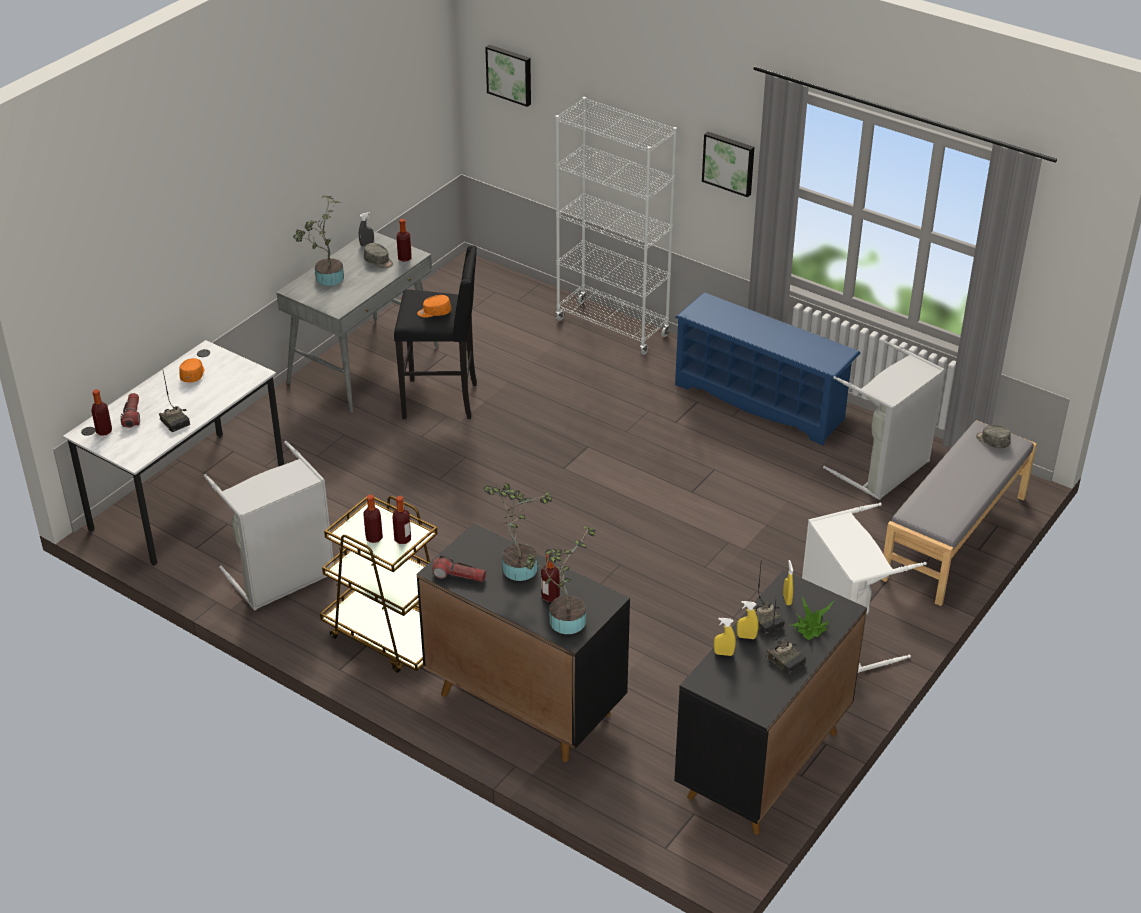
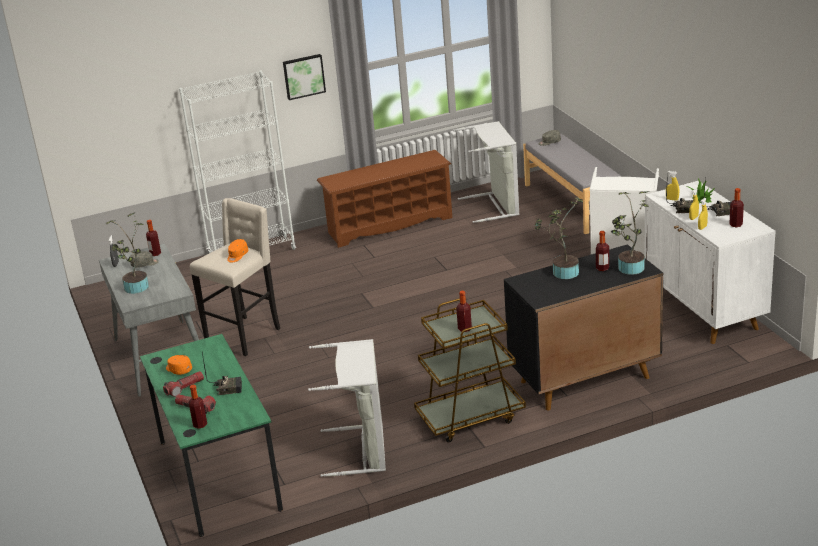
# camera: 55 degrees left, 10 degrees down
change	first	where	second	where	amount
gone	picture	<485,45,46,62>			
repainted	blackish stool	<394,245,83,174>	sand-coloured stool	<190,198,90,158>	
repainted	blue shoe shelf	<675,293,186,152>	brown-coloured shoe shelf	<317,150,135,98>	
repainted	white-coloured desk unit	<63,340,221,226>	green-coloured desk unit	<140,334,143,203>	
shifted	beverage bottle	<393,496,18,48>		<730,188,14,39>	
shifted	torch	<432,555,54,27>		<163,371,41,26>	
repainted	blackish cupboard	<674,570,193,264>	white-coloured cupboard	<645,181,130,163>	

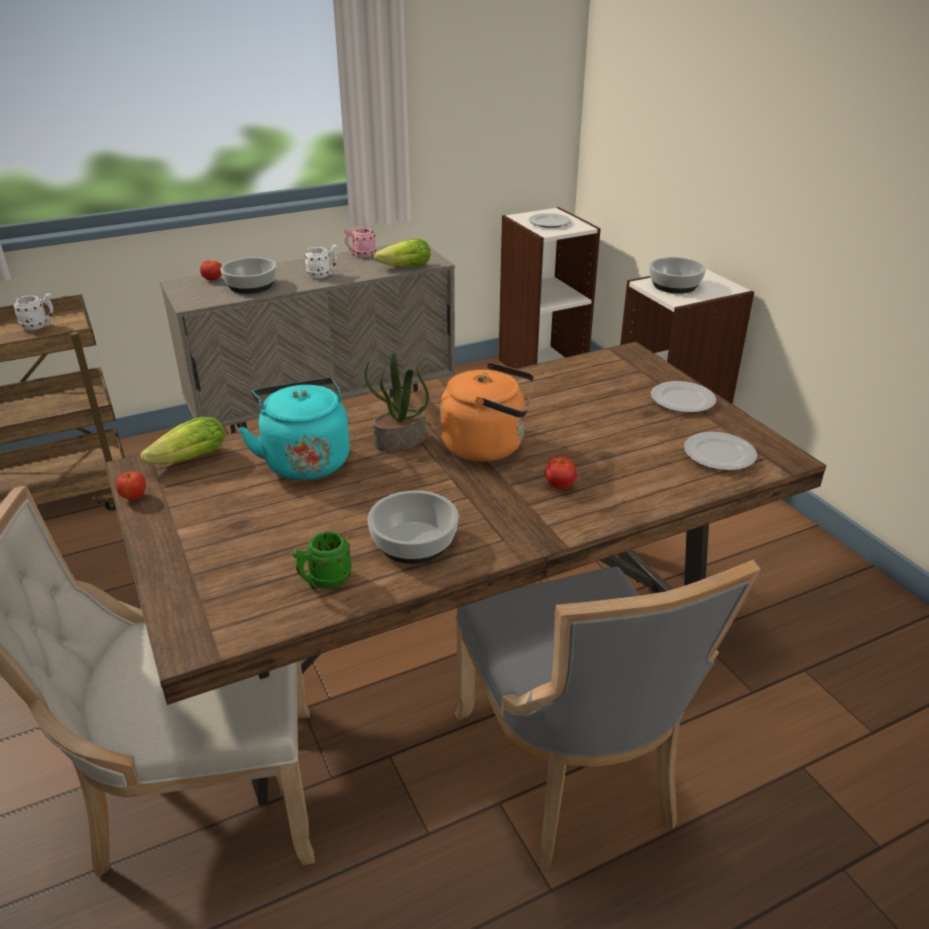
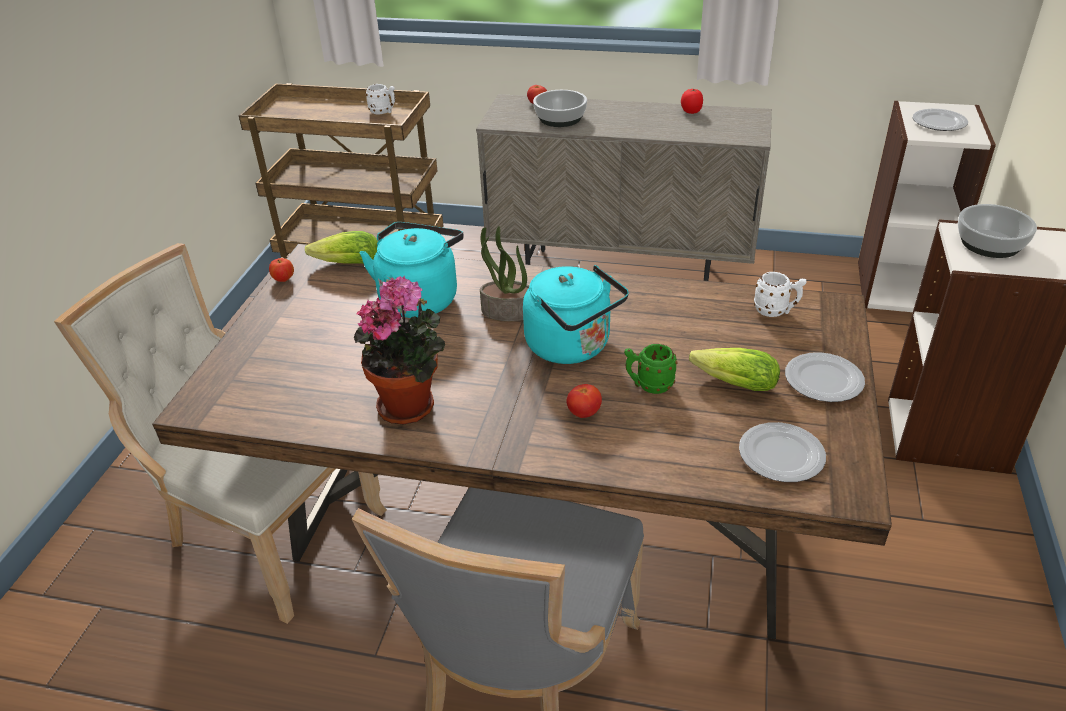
# camera: 40 degrees right, 5 degrees up
change	first	where	second	where	amount
swapped	pink mug	<343,228,33,30>	tomato	<681,89,22,25>	
shifted	head of lettuce	<374,239,57,27>		<689,348,91,43>	
shifted	white-coloured mug	<304,245,33,33>		<754,272,53,45>	
repainted	orangey tea kettle	<440,362,95,100>	blue-green tea kettle	<523,265,106,99>	
swapped	serving bowl	<368,490,90,74>	potted plant	<354,276,91,148>	
shifted	green-coloured mug	<292,531,60,58>		<624,344,53,50>	

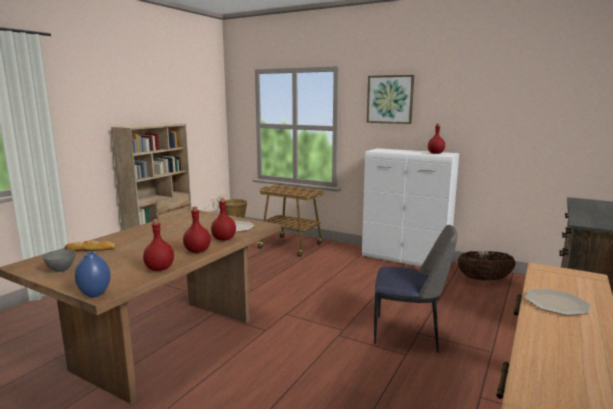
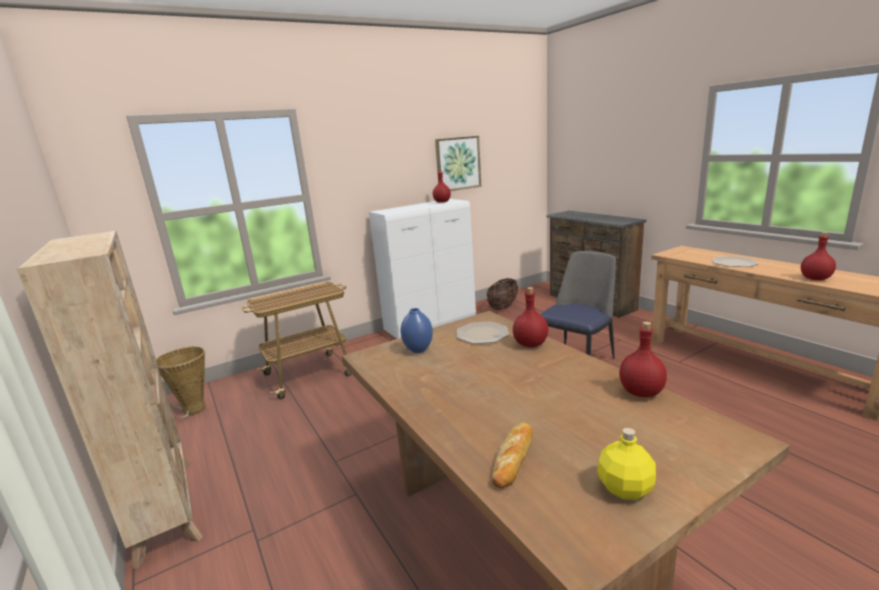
# camera: 60 degrees left, 5 degrees up
change	first	where	second	where	amount
shifted	picture	<367,75,47,49>		<435,136,46,55>	
shifted	red-coloured beverage bottle	<183,206,28,47>		<801,232,35,48>	
swapped	greyish serving bowl	<42,249,34,23>	yellow beverage bottle	<597,428,59,72>	
shifted	blue flower vase	<75,252,36,45>		<400,308,33,45>	

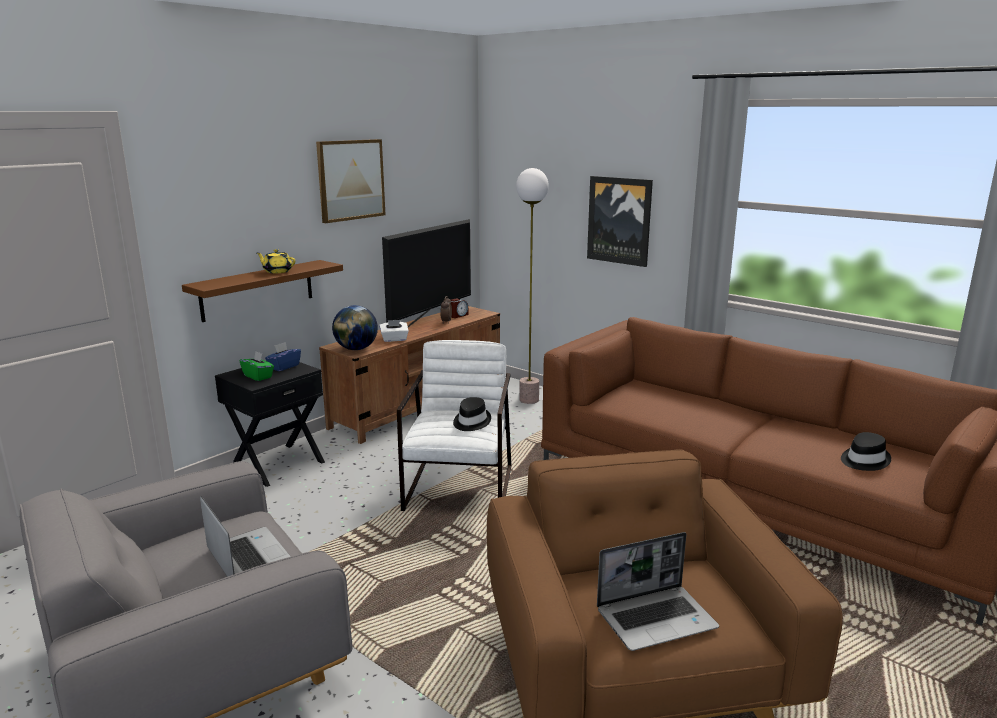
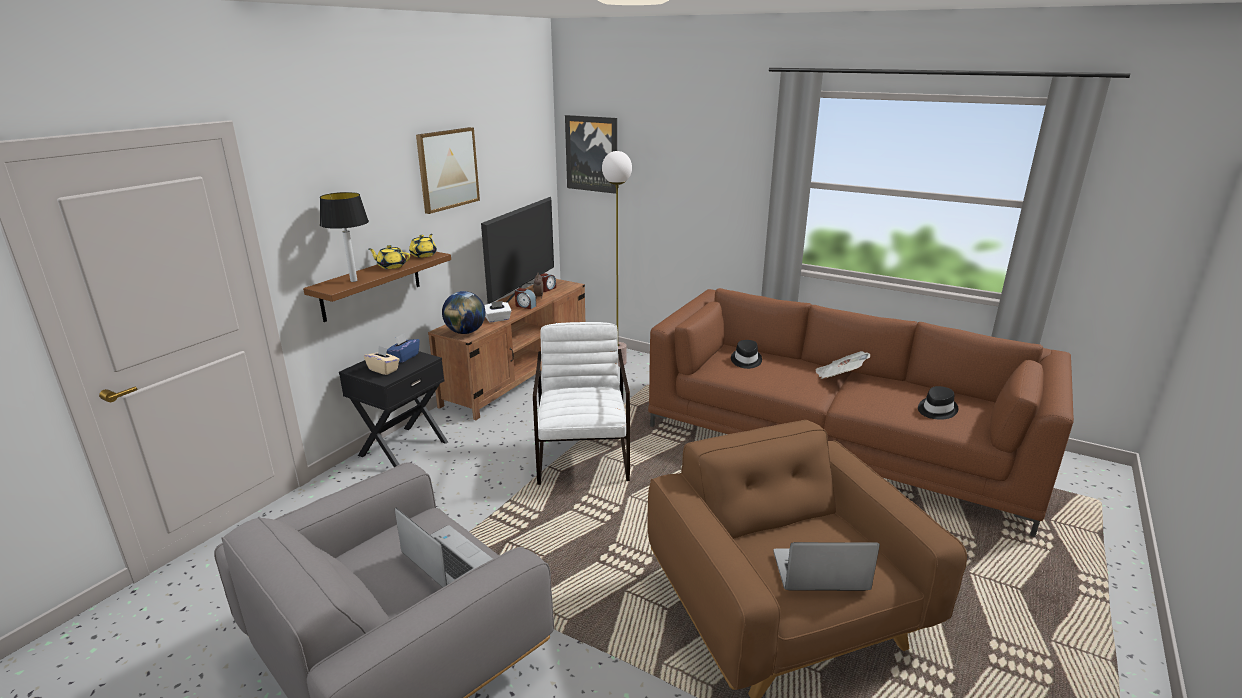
# camera: 10 degrees left, 5 degrees up
change	first	where	second	where	amount
shifted	picture	<587,176,66,91>		<565,115,52,79>	
repainted	green-coloured box of tissues	<240,351,34,30>	sand-coloured box of tissues	<364,346,36,29>	
shifted	blackish wearable hat	<453,397,38,34>		<731,340,31,29>	
rotated	notebook computer	<597,532,122,119>		<773,542,107,49>	150 degrees counterclockwise
new			tabletop lamp	<320,192,49,90>	
new			yellow teapot	<409,234,28,23>	
new			alarm clock	<515,288,21,21>	
new			printed paper	<816,351,54,28>	

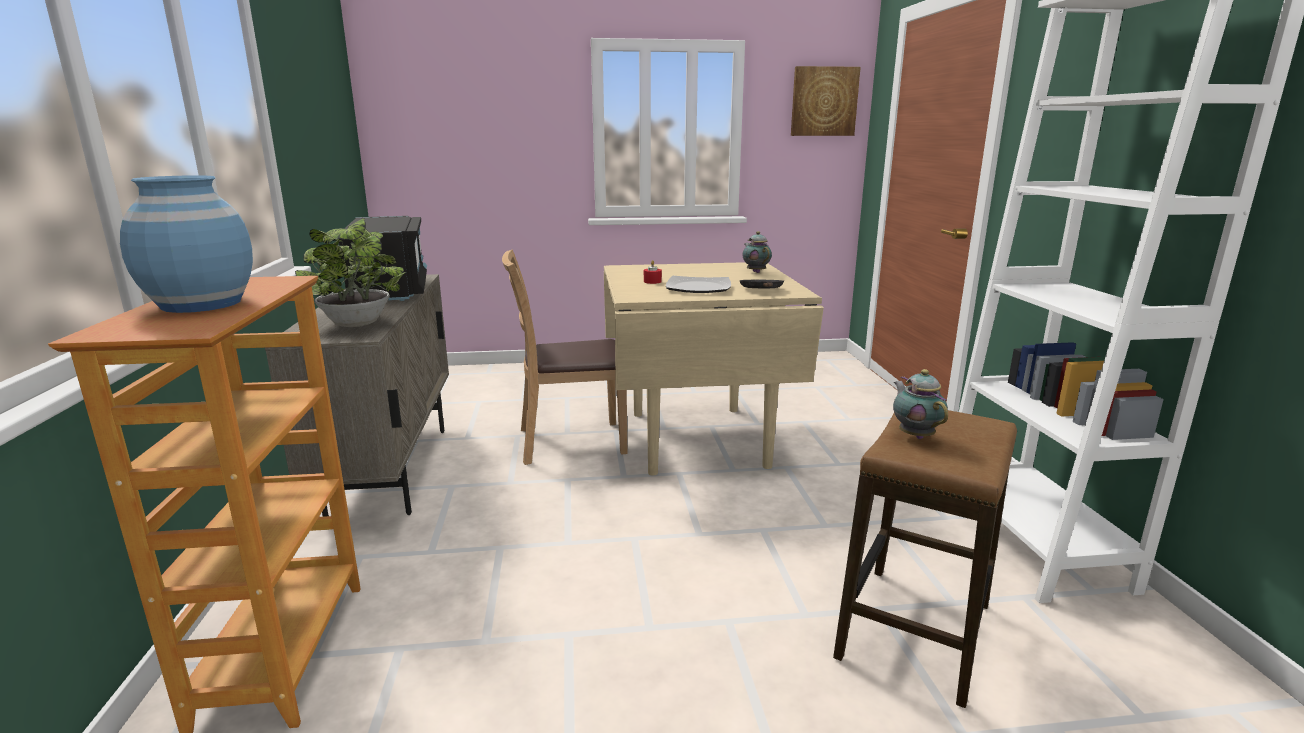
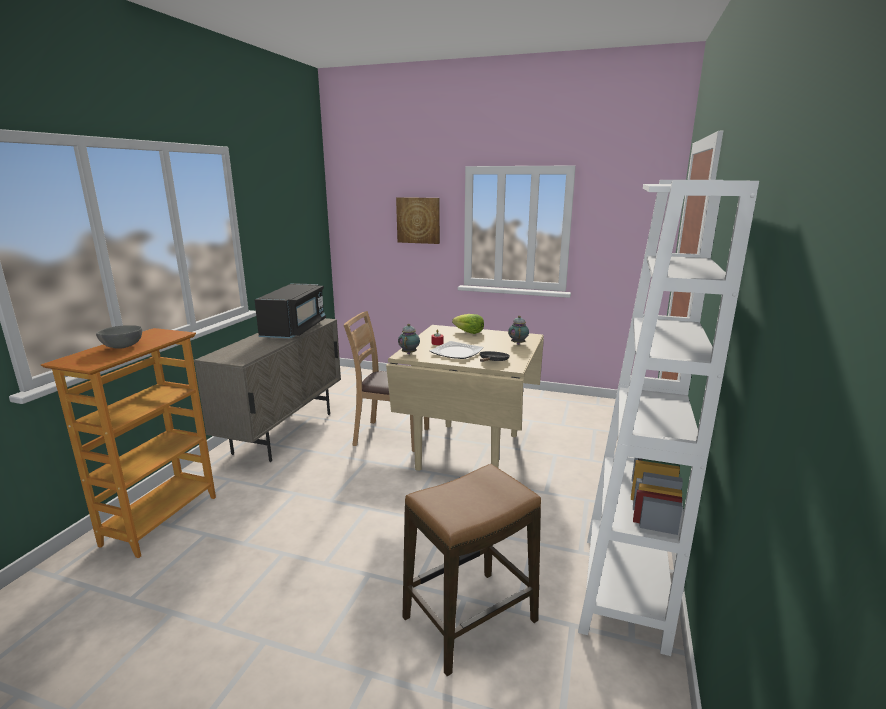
# camera: 25 degrees right, 0 degrees up
change	first	where	second	where	amount
shifted	picture	<791,66,70,70>		<396,197,44,47>	
swapped	blue flower vase	<120,175,133,138>	greyish serving bowl	<96,325,46,24>	
gone	potted plant	<295,218,111,109>			
shifted	teapot	<893,369,55,70>		<398,324,22,30>	
new			head of lettuce	<452,314,32,20>	

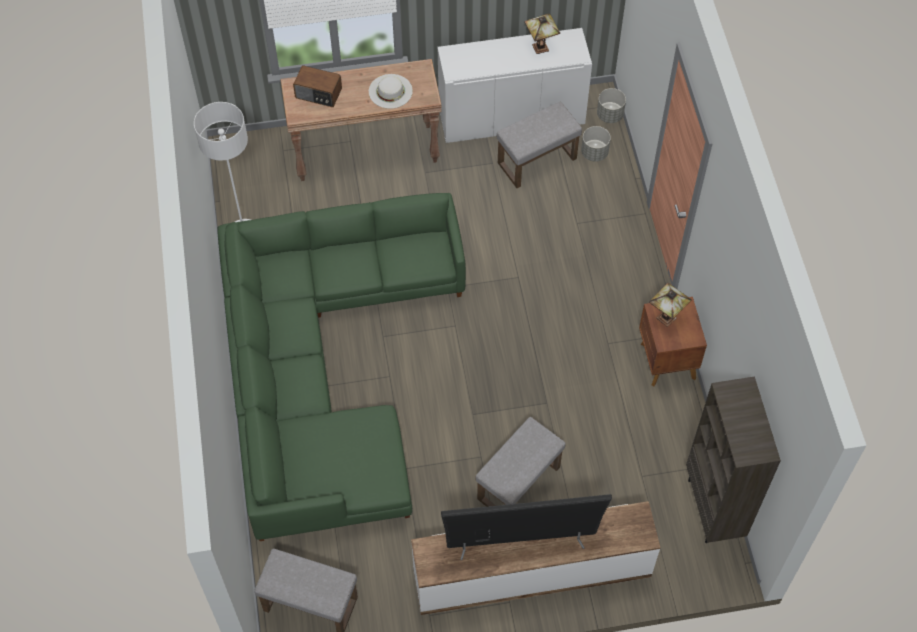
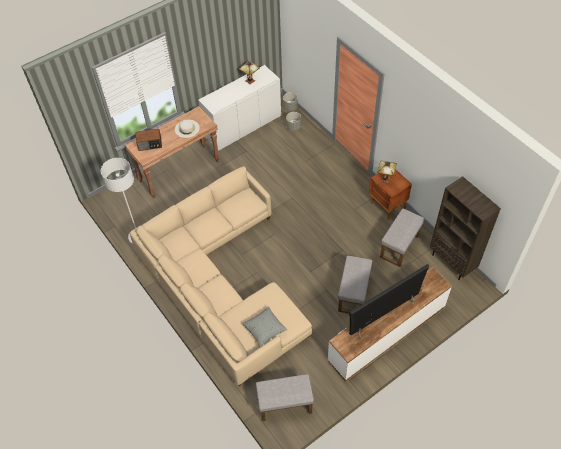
# camera: 25 degrees left, 5 degrees down
change	first	where	second	where	amount
shifted	greyish ottoman	<497,102,85,86>		<380,208,45,59>	
repainted	green-coloured settee	<217,193,249,348>	sand-coloured settee	<130,166,182,220>	
new			greyish pillow	<242,306,45,41>	

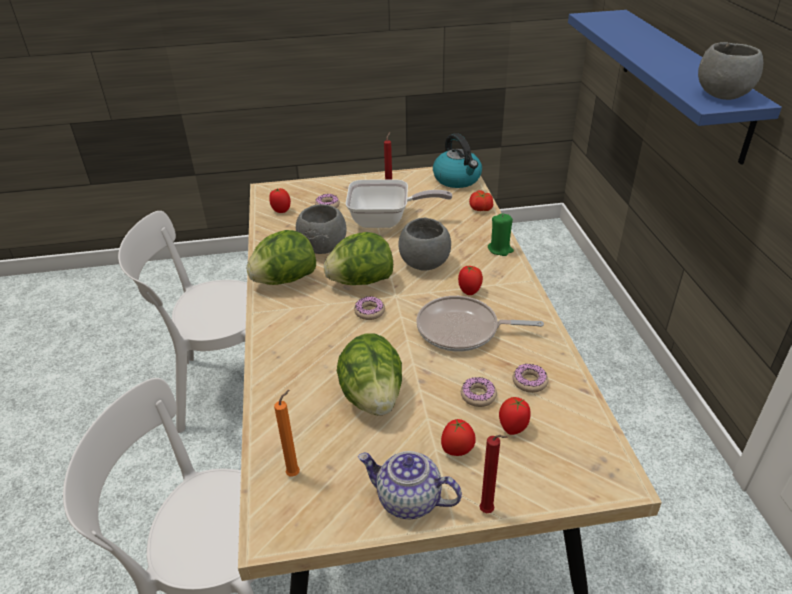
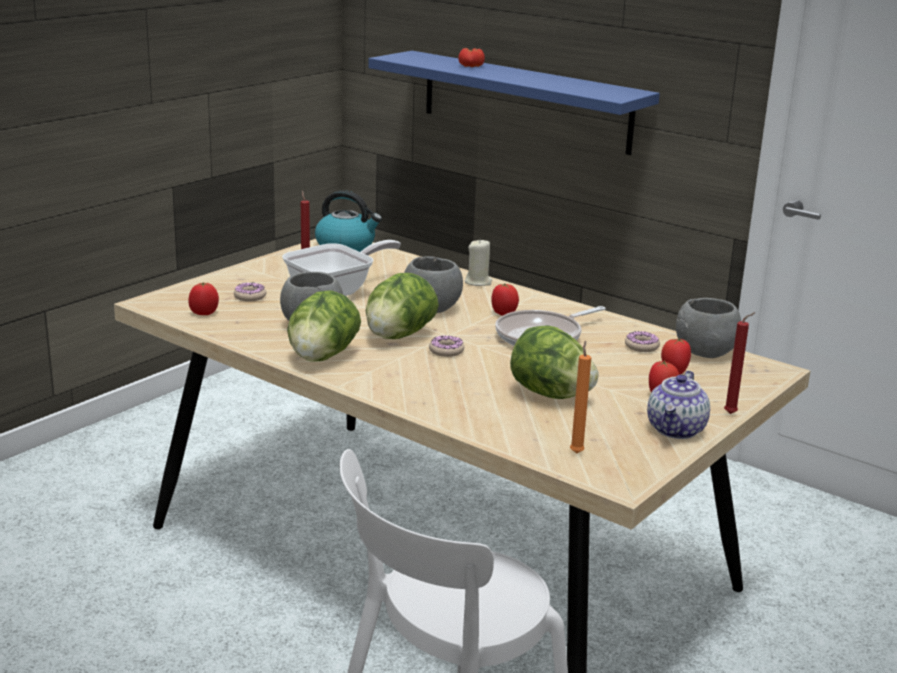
# camera: 45 degrees left, 15 degrees down
change	first	where	second	where	amount
shifted	greyish serving bowl	<698,42,65,58>		<676,298,65,60>	
shifted	tomato	<469,190,24,21>		<458,48,27,19>	
gone	white-coloured chair	<118,211,129,222>			
repainted	green-coloured wax candle	<488,213,26,43>	sand-coloured wax candle	<465,239,27,47>	
gone	donut	<461,377,36,30>			
rotated	teapot	<358,451,104,68>		<647,371,63,68>	45 degrees counterclockwise

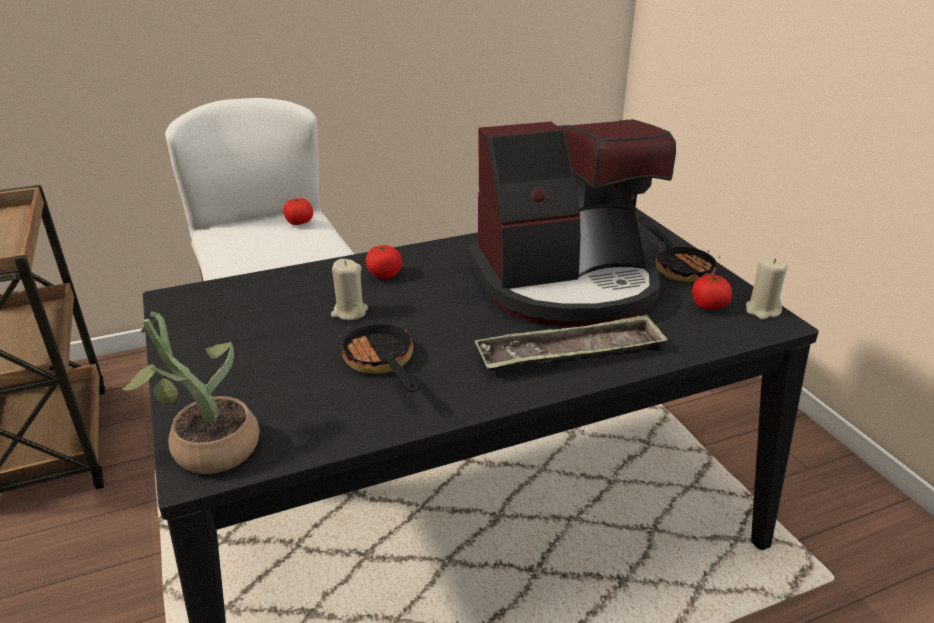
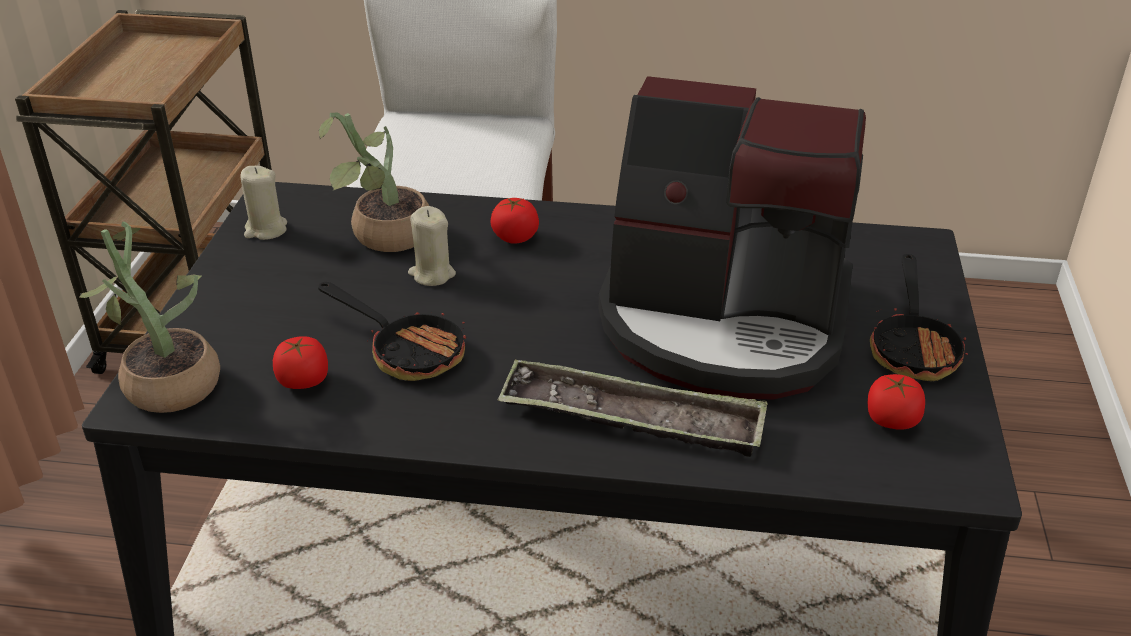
# camera: 30 degrees right, 5 degrees up
change	first	where	second	where	amount
shifted	tomato	<283,198,30,27>		<273,336,55,53>	
shifted	sand-coloured wax candle	<746,258,42,62>		<241,166,46,74>	
rotated	skillet	<338,322,81,70>		<318,282,148,99>	120 degrees clockwise
new			potted plant	<319,113,110,139>	

